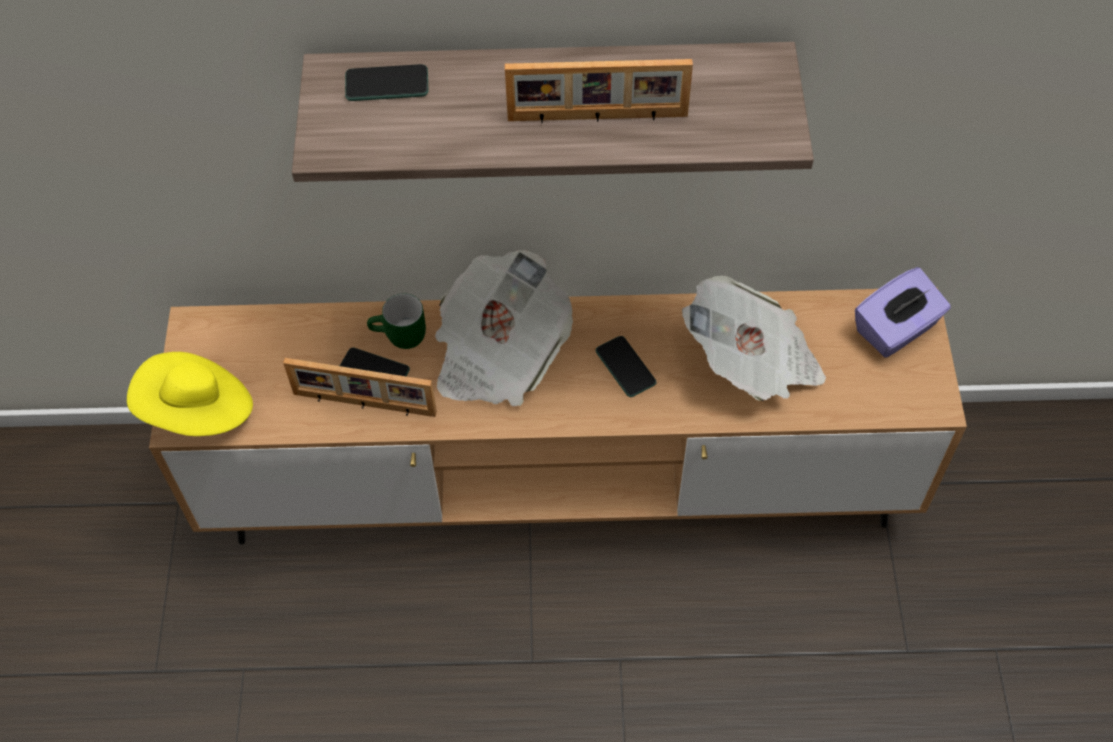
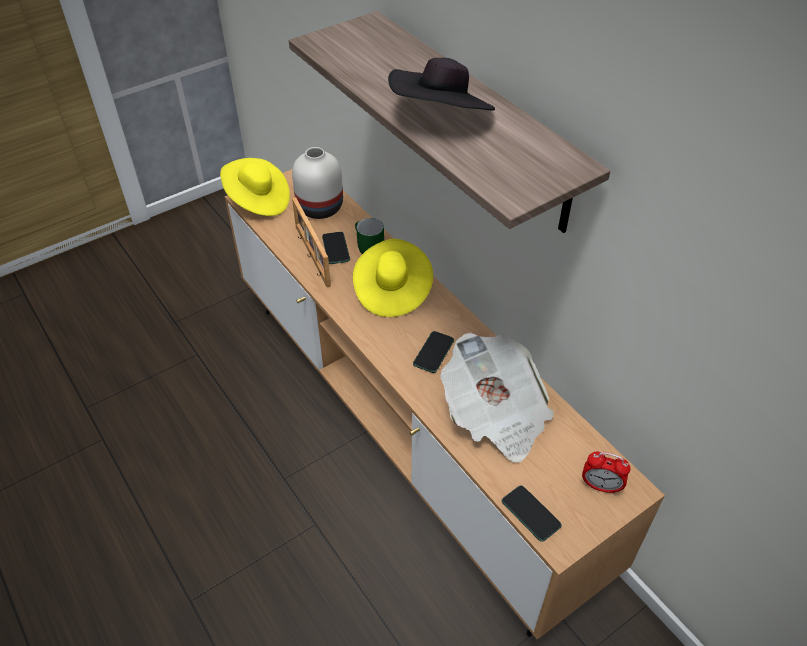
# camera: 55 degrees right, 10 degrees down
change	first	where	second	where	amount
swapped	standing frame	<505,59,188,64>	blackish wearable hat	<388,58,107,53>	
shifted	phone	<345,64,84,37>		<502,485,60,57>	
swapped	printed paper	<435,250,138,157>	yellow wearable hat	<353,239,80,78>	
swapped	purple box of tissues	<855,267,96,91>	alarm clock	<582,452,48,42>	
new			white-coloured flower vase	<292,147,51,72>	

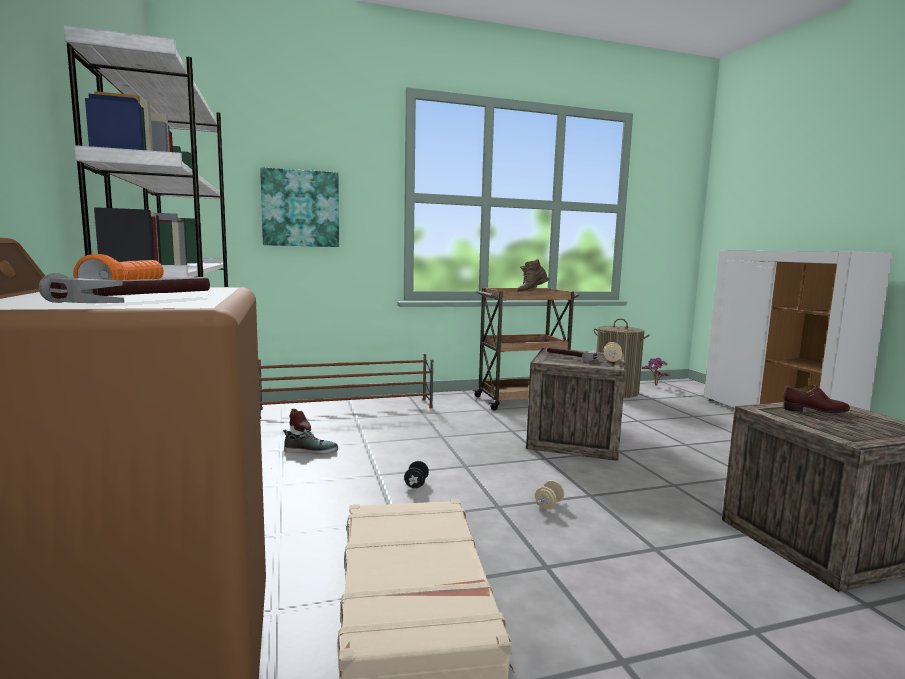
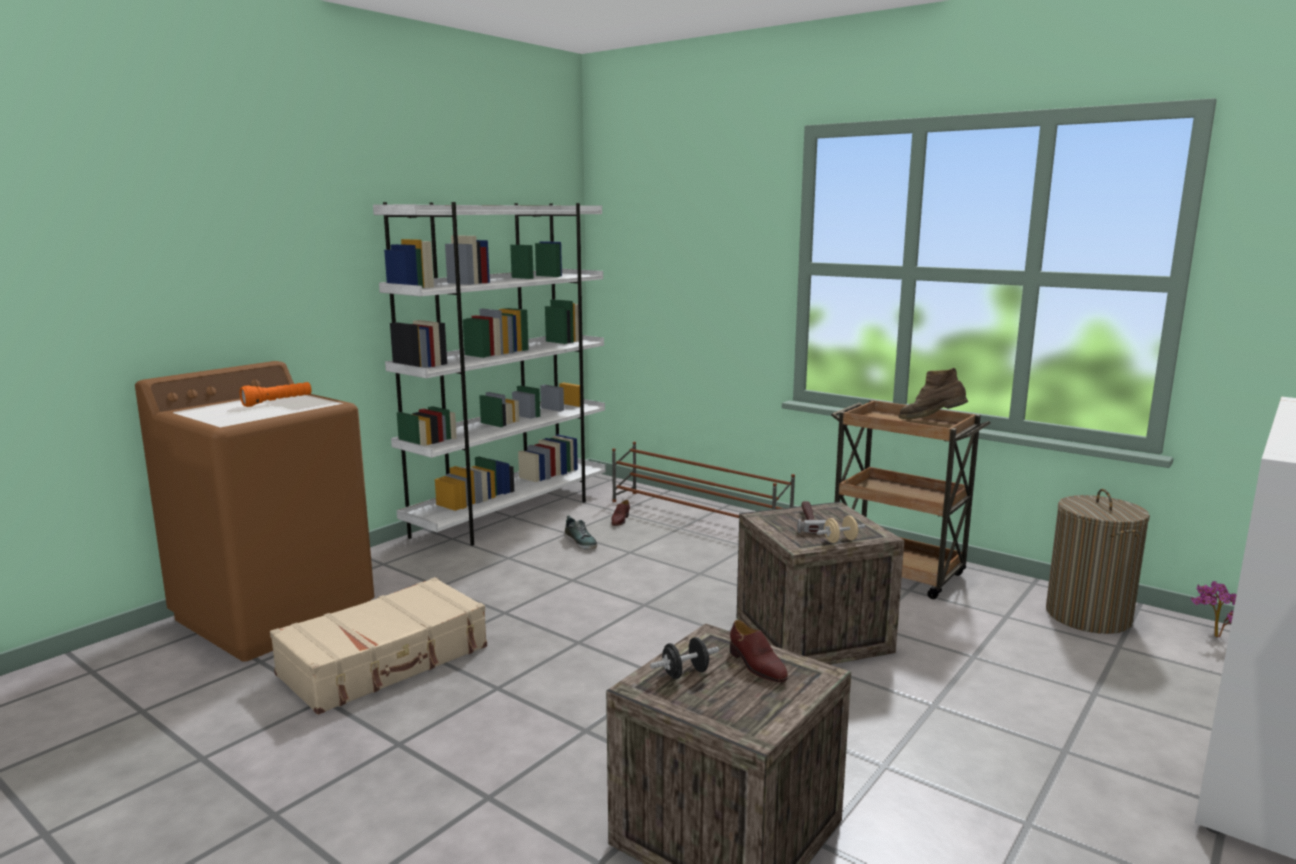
# camera: 55 degrees right, 5 degrees up
change	first	where	second	where	amount
gone	picture	<260,167,79,80>			
gone	tool hammer	<39,273,171,30>			
shifted	blackish free weight	<404,461,25,27>		<650,637,69,42>	
gone	sand-coloured free weight	<535,480,29,29>			

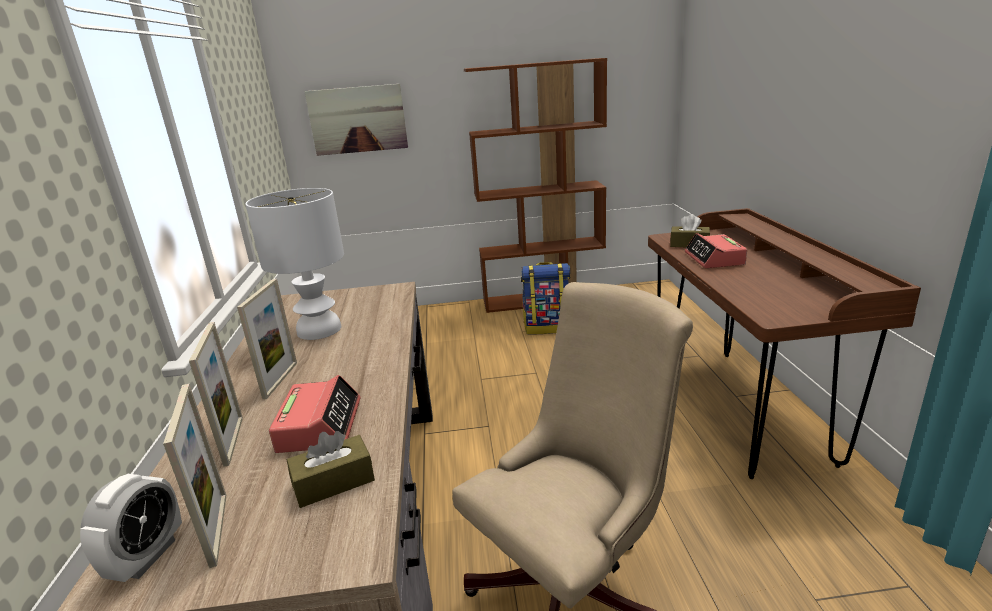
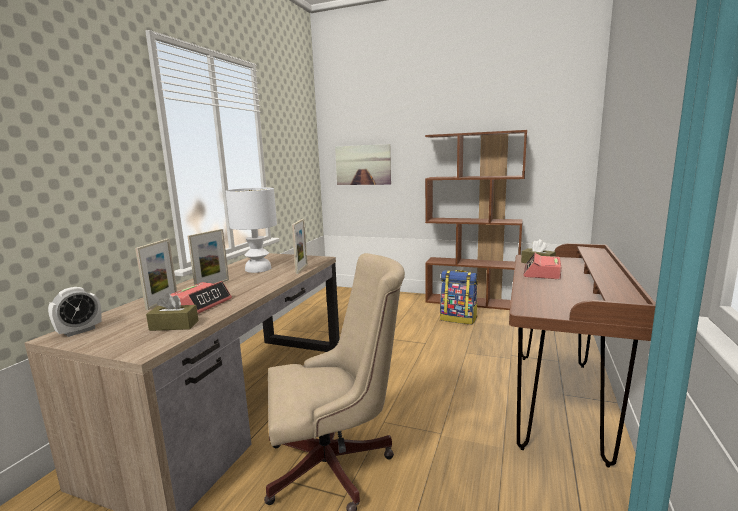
# camera: 25 degrees right, 10 degrees down
change	first	where	second	where	amount
shifted	standing frame	<163,384,63,184>		<292,219,16,55>	

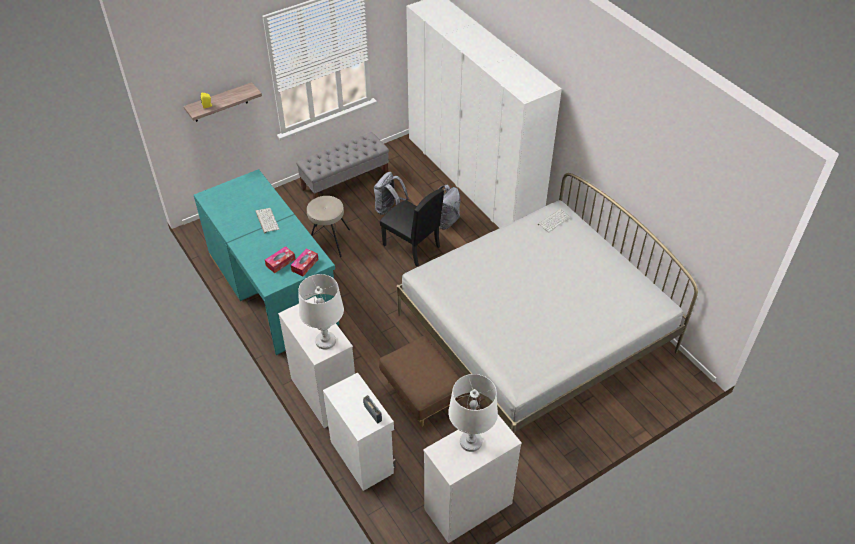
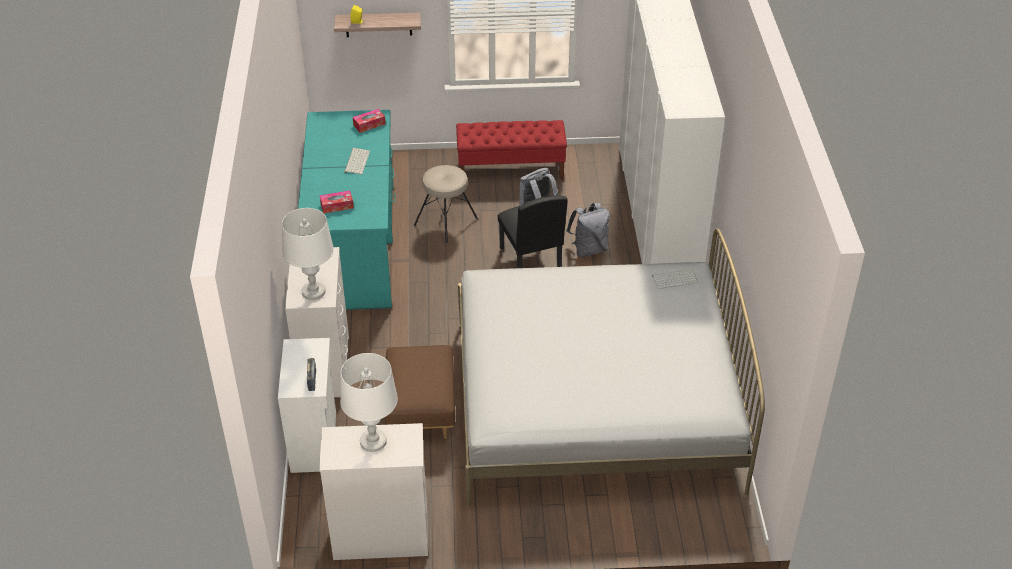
# camera: 30 degrees right, 5 degrees down
change	first	where	second	where	amount
repainted	greyish bench	<296,132,93,67>	red-coloured bench	<456,120,111,60>	
shifted	box of tissues	<291,248,28,28>		<353,109,33,24>	

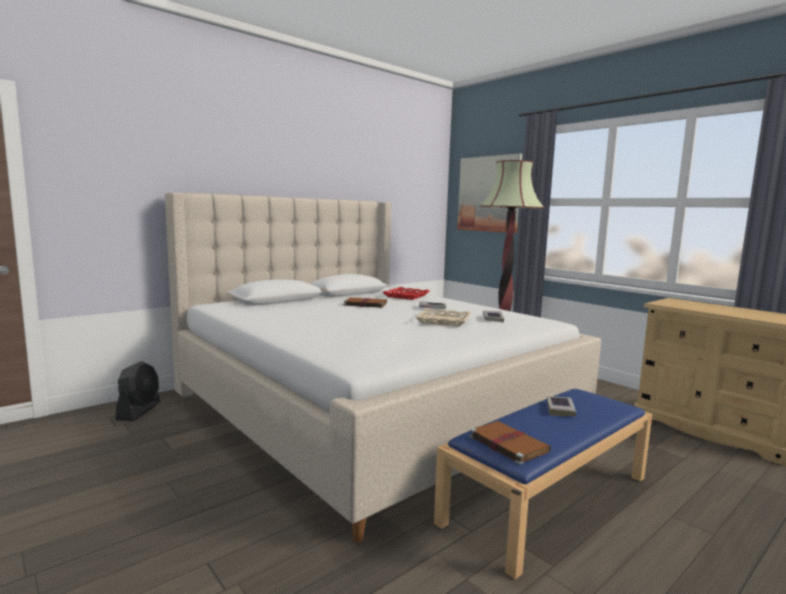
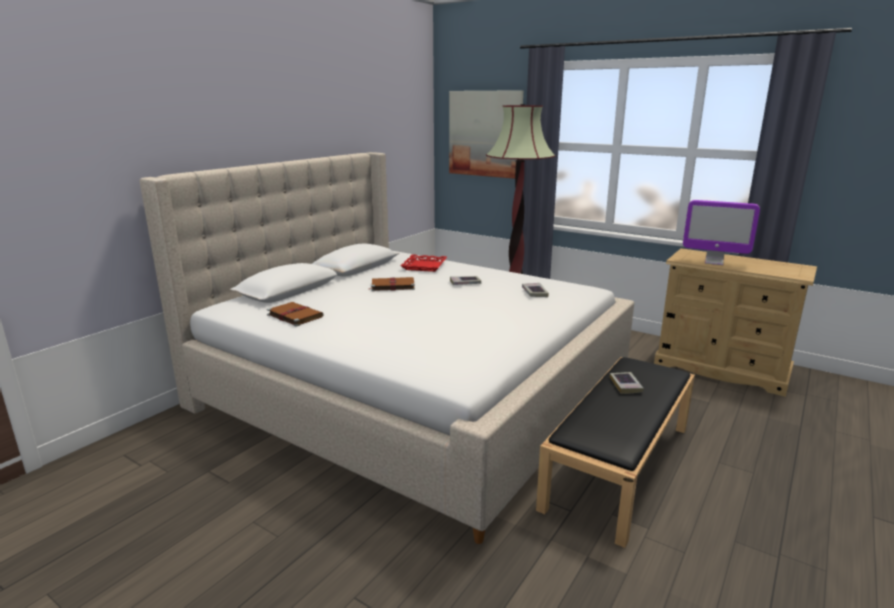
# camera: 15 degrees left, 10 degrees up
change	first	where	second	where	amount
gone	sand-coloured carrying tray	<415,308,56,19>			
gone	blackish electric fan	<116,361,44,60>			
repainted	blue bench	<434,389,218,190>	blackish bench	<536,357,159,191>	
shifted	brown-coloured book	<469,421,82,44>		<267,302,57,25>	
new			monitor	<683,200,77,65>	

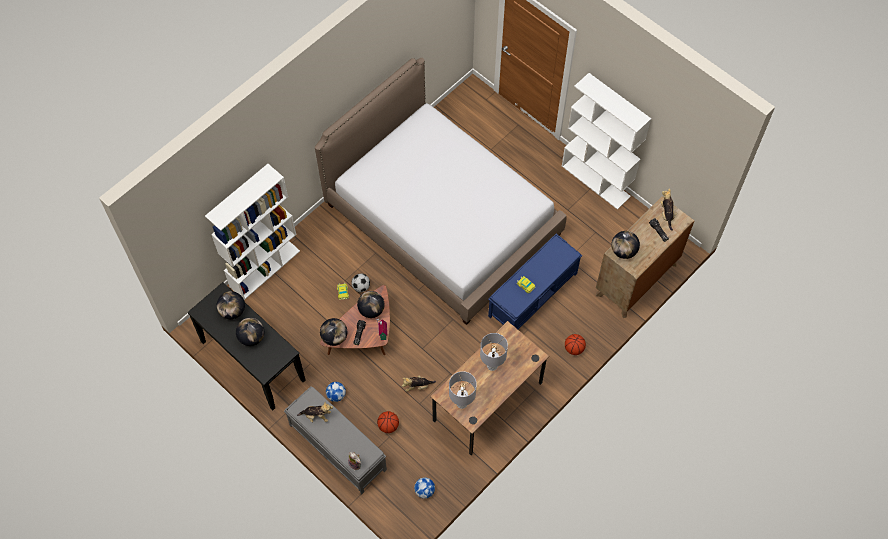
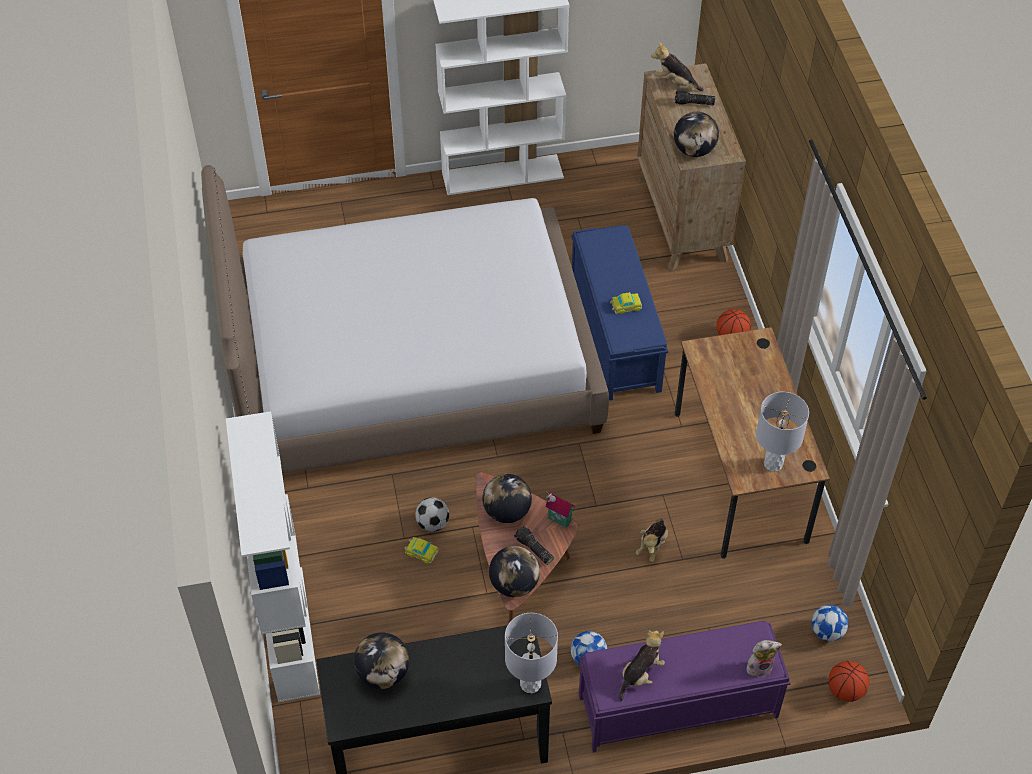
# camera: 55 degrees left, 10 degrees down
change	first	where	second	where	amount
gone	desk globe	<236,318,28,28>			
shifted	greyish tabletop lamp	<480,333,28,38>		<505,613,53,80>	
repainted	greyish bench	<284,386,103,108>	purple bench	<579,621,212,132>	
shifted	ball for basketball	<377,411,22,22>		<828,661,41,41>	

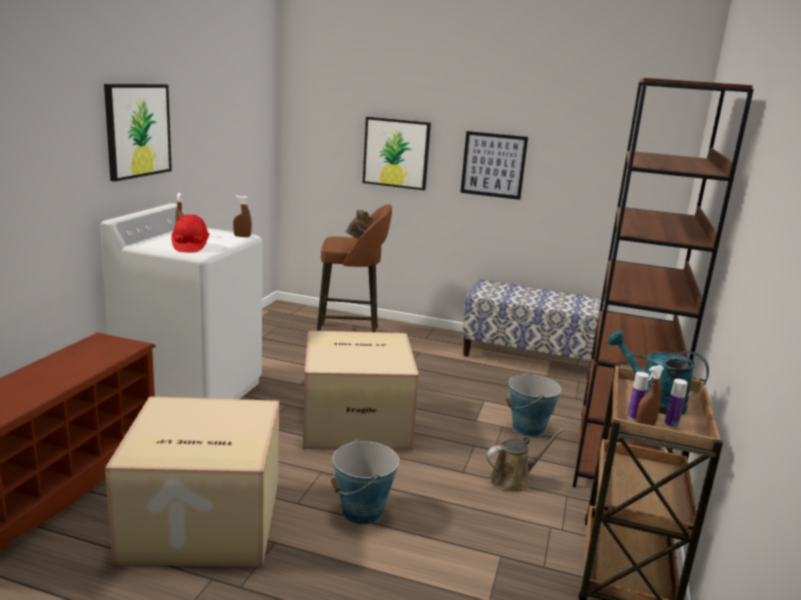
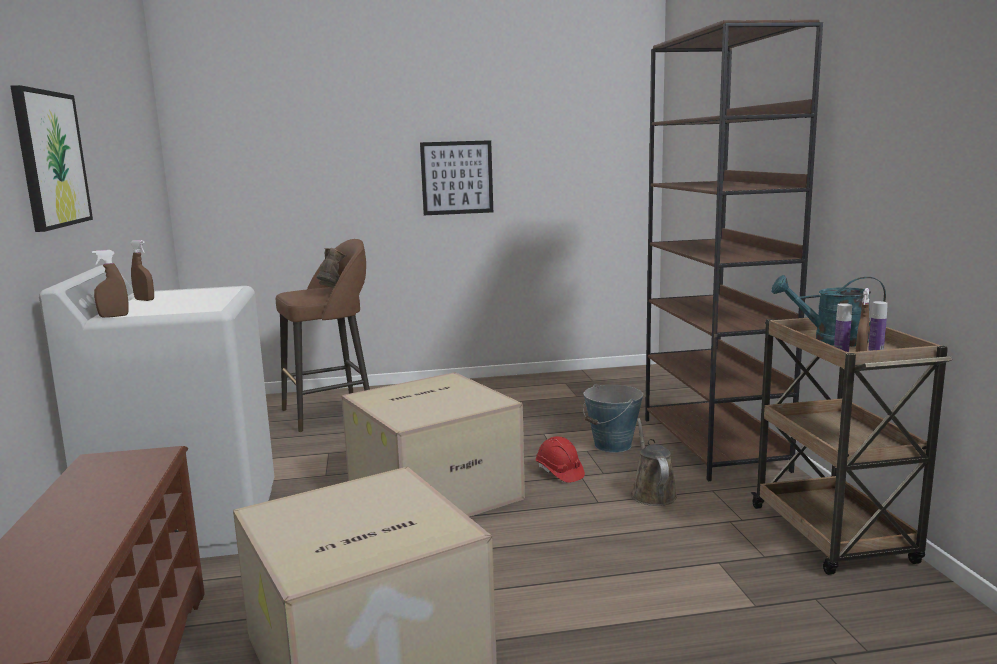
# camera: 25 degrees left, 5 degrees down
change	first	where	second	where	amount
gone	picture	<363,117,68,73>			
shifted	brown-coloured hand sprayer	<233,195,19,42>		<92,250,37,68>	
shifted	red-coloured hard hat	<171,214,38,38>		<536,436,49,47>	
gone	bench	<462,280,148,89>			
rotated	brown-coloured watering can	<486,428,78,64>		<631,418,46,88>	45 degrees counterclockwise
gone	bucket	<331,439,68,86>			

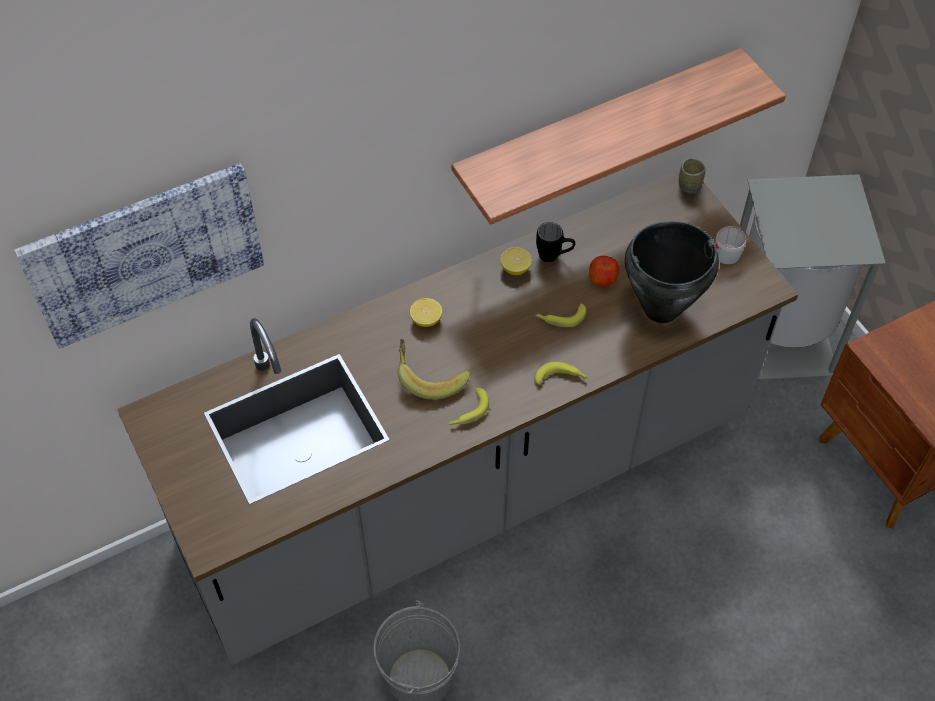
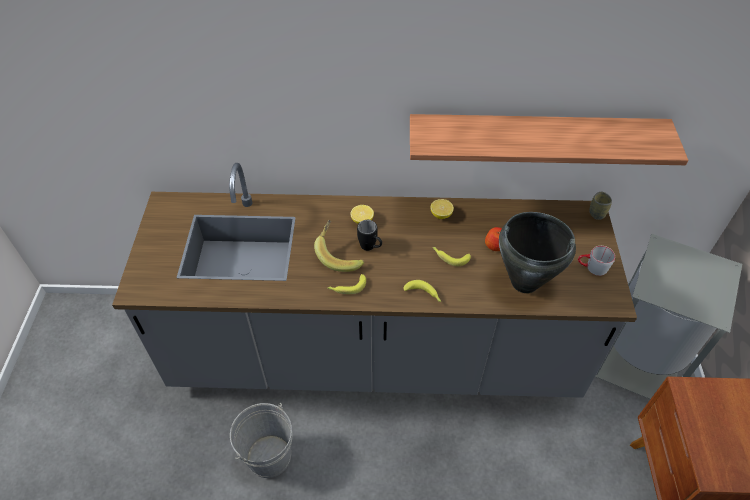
# camera: 30 degrees right, 5 degrees down
change	first	where	second	where	amount
gone	picture	<14,163,250,186>			
shifted	blackish mug	<536,222,39,40>		<357,220,25,31>	

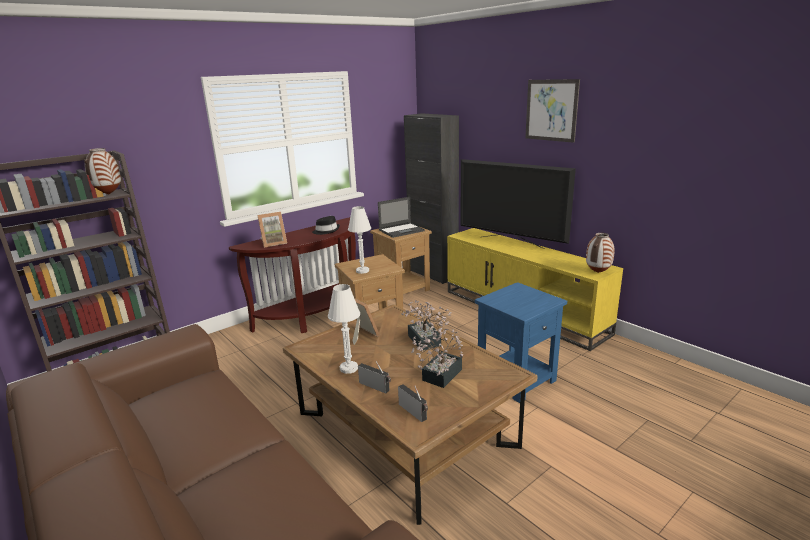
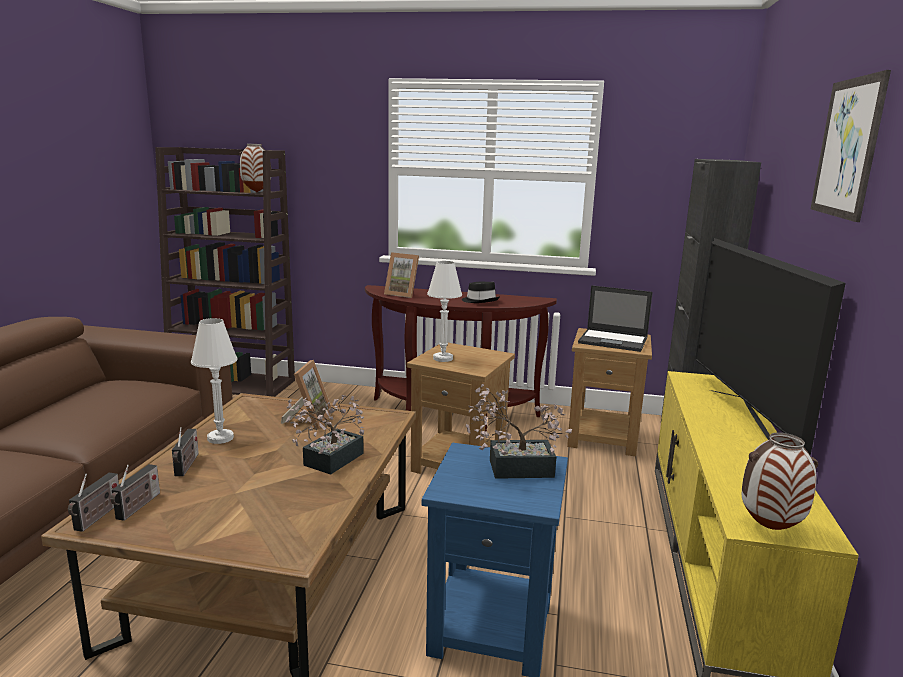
# camera: 50 degrees right, 5 degrees down
change	first	where	second	where	amount
shifted	potted plant	<411,329,52,59>		<466,384,106,95>	
new			radio receiver	<68,473,51,59>	

